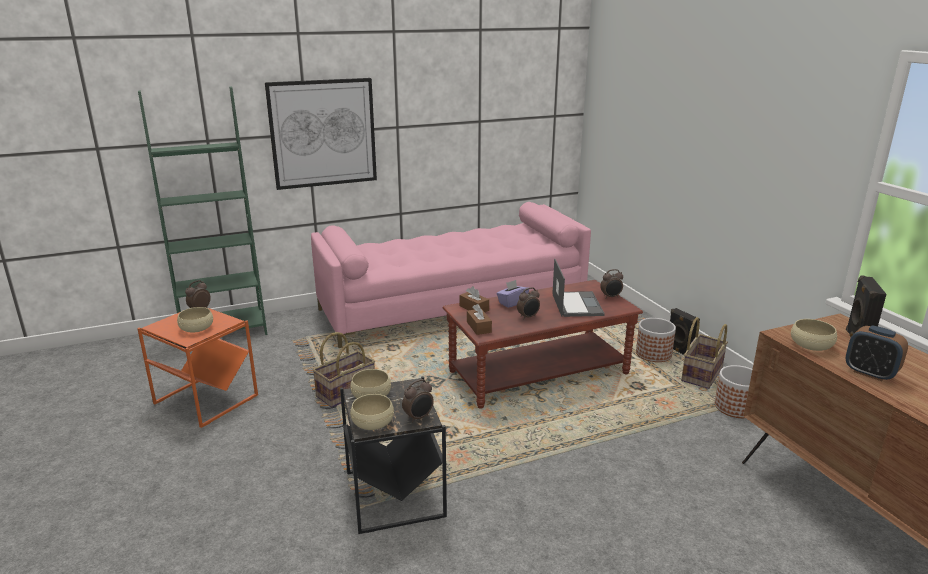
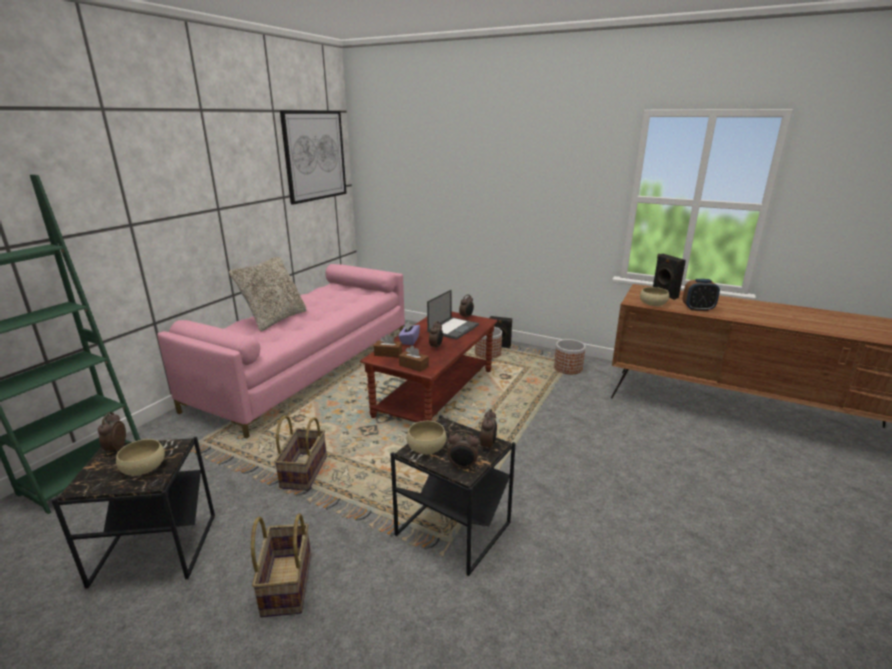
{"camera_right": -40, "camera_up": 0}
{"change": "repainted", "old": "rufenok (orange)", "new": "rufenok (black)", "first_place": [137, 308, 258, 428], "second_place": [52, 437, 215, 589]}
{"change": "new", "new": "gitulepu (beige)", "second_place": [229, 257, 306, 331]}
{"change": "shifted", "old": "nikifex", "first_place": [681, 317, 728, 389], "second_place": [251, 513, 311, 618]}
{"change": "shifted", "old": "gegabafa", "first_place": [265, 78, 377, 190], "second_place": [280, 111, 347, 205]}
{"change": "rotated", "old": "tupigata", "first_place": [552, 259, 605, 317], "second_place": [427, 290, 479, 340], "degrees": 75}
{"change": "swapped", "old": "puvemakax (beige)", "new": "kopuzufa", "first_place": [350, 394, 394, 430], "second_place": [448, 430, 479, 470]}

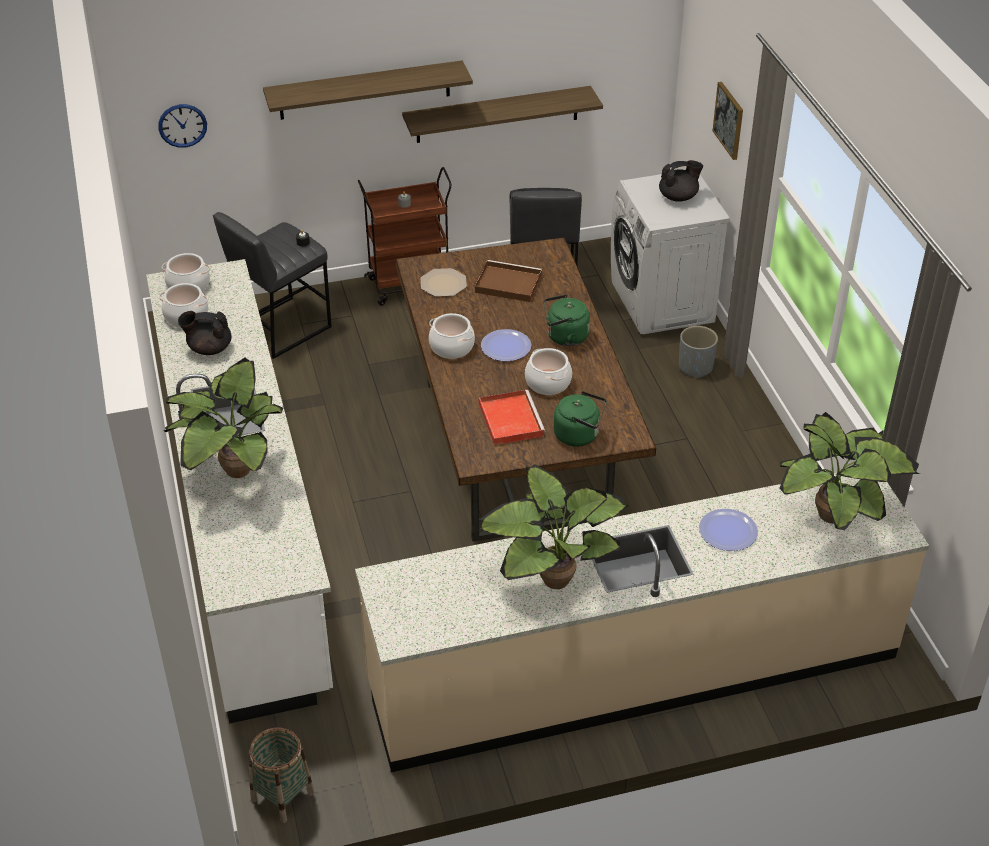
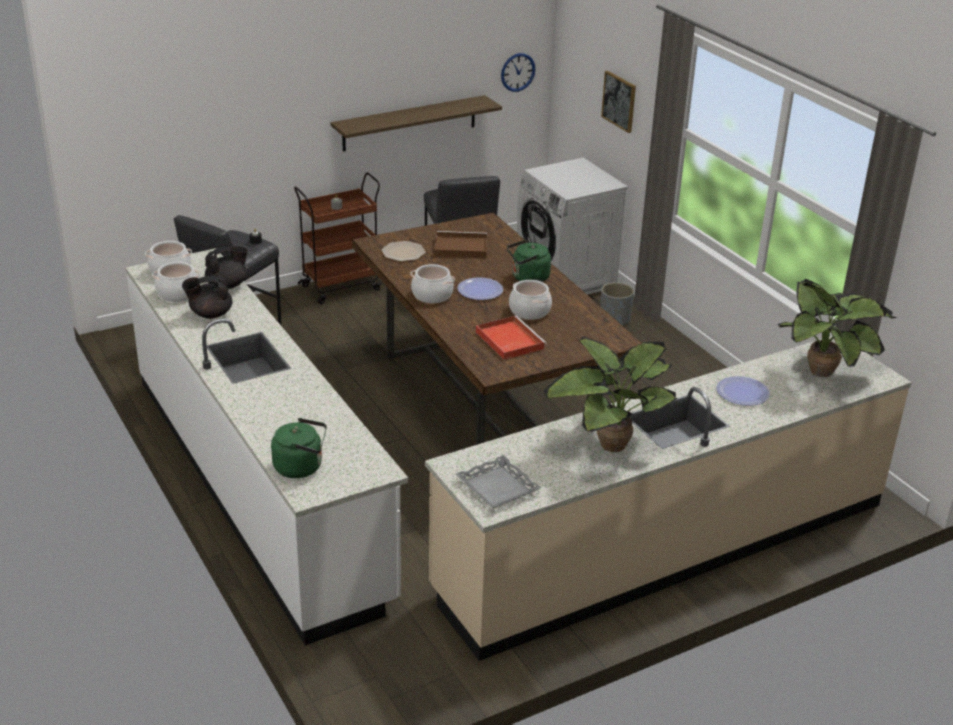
{"camera_right": -15, "camera_up": -10}
{"change": "shifted", "old": "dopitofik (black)", "first_place": [659, 160, 703, 202], "second_place": [205, 246, 248, 289]}
{"change": "shifted", "old": "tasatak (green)", "first_place": [554, 391, 607, 447], "second_place": [271, 418, 327, 478]}
{"change": "new", "new": "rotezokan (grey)", "second_place": [456, 455, 541, 508]}
{"change": "shifted", "old": "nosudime", "first_place": [158, 104, 207, 148], "second_place": [501, 53, 535, 92]}
{"change": "gone", "old": "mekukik", "first_place": [163, 357, 283, 478]}
{"change": "gone", "old": "nikifex", "first_place": [249, 728, 315, 823]}
{"change": "gone", "old": "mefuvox", "first_place": [263, 60, 473, 120]}

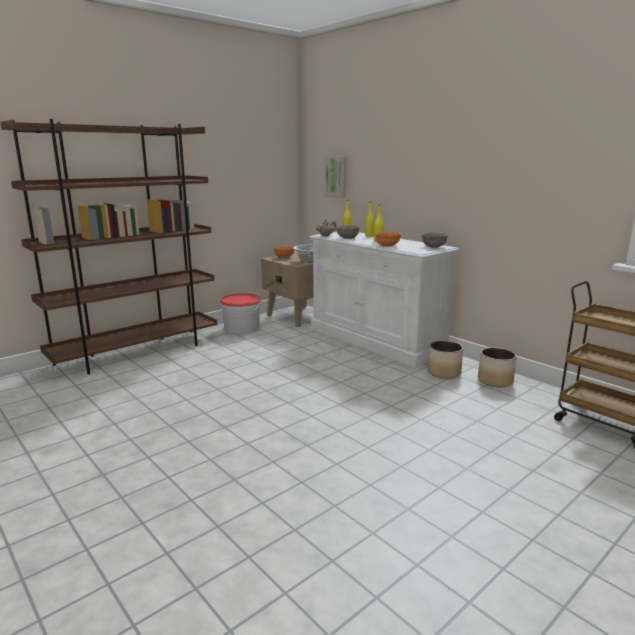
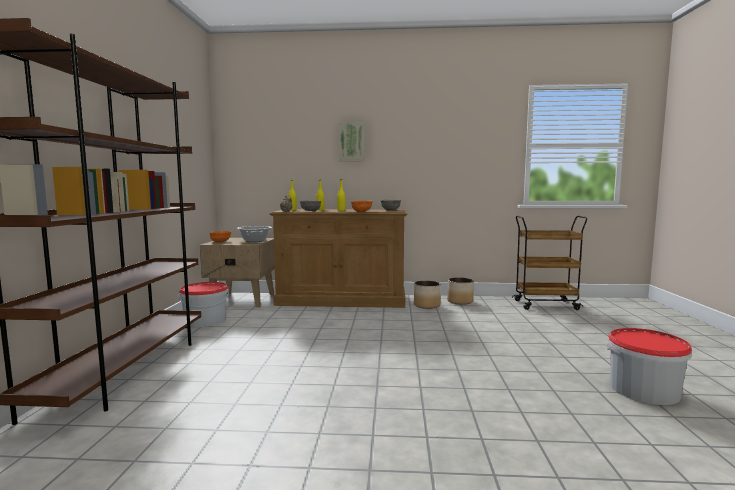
{"camera_right": -45, "camera_up": -10}
{"change": "repainted", "old": "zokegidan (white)", "new": "zokegidan (brown)", "first_place": [309, 232, 459, 368], "second_place": [269, 210, 407, 308]}
{"change": "shifted", "old": "gegabafa", "first_place": [325, 156, 347, 198], "second_place": [339, 122, 365, 161]}
{"change": "new", "new": "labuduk", "second_place": [607, 328, 692, 405]}

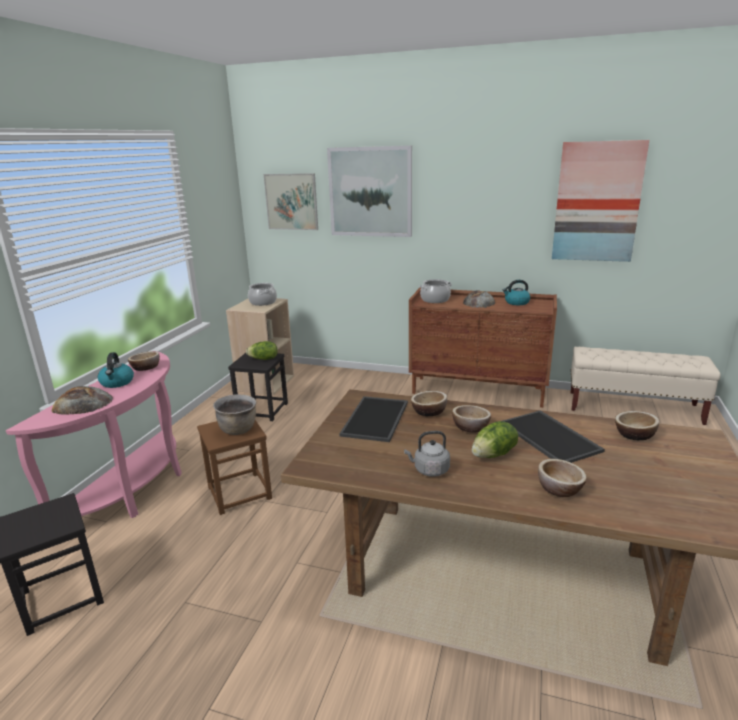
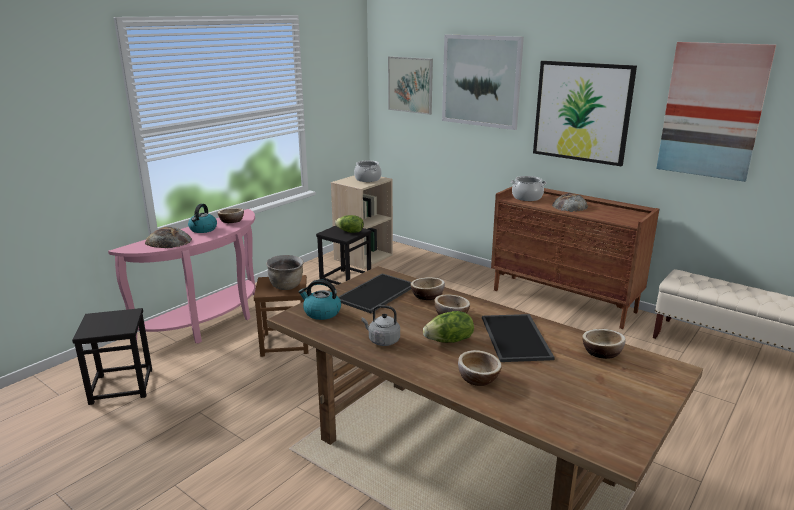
{"camera_right": 20, "camera_up": 0}
{"change": "shifted", "old": "tasatak", "first_place": [503, 280, 530, 305], "second_place": [298, 279, 341, 320]}
{"change": "new", "new": "gegabafa", "second_place": [533, 61, 637, 166]}

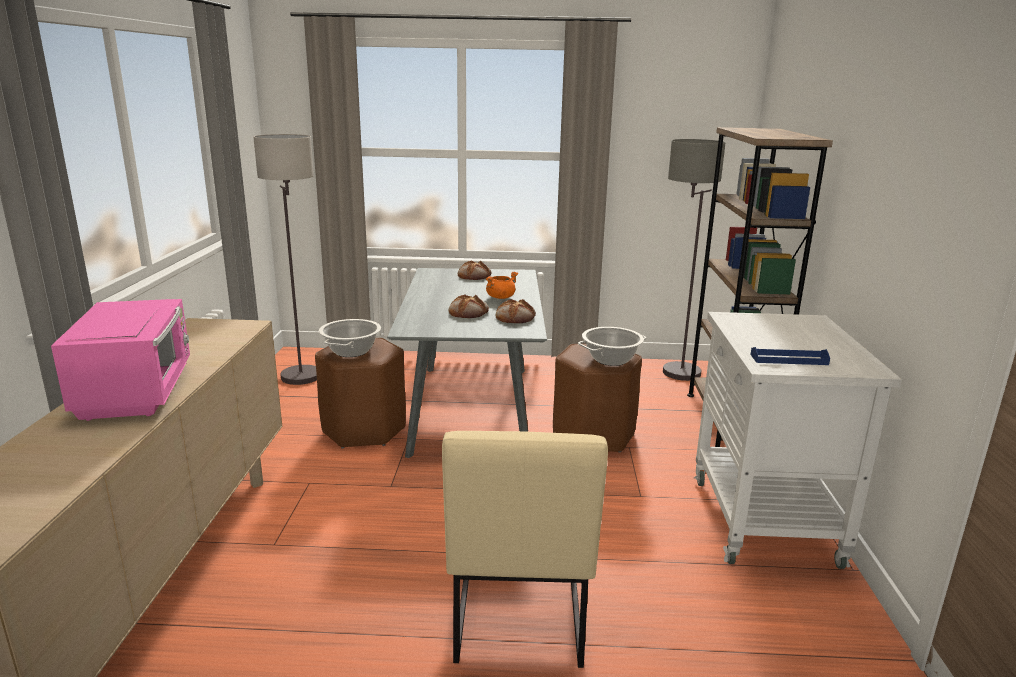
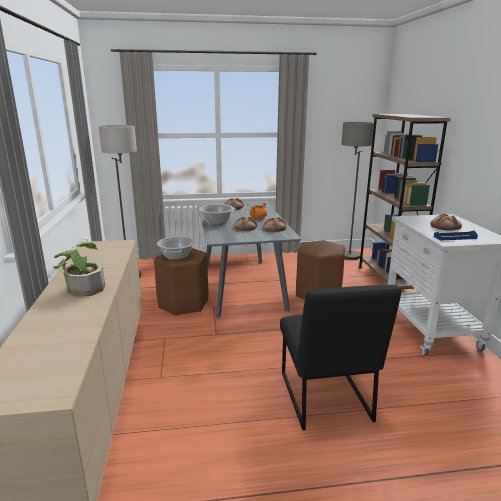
{"camera_right": -10, "camera_up": 0}
{"change": "swapped", "old": "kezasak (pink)", "new": "mekukik", "first_place": [51, 299, 190, 421], "second_place": [53, 243, 105, 297]}
{"change": "shifted", "old": "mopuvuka", "first_place": [578, 327, 646, 366], "second_place": [197, 204, 236, 225]}
{"change": "repainted", "old": "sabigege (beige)", "new": "sabigege (black)", "first_place": [442, 431, 608, 668], "second_place": [280, 285, 401, 430]}
{"change": "new", "new": "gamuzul", "second_place": [430, 214, 462, 231]}

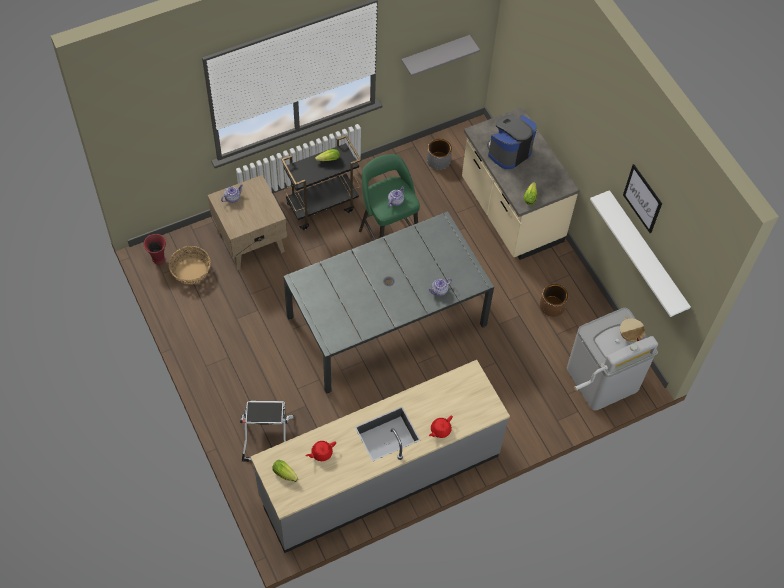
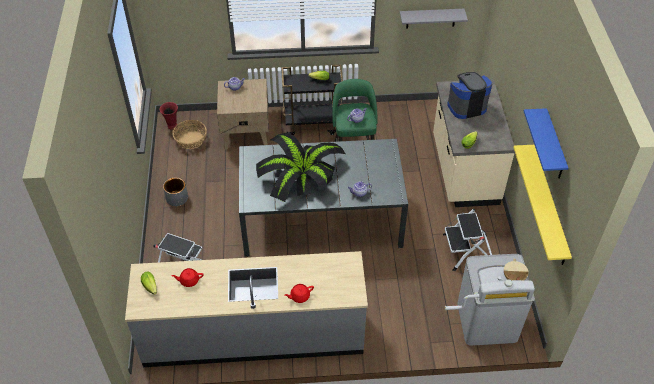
{"camera_right": 25, "camera_up": -10}
{"change": "shifted", "old": "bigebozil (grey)", "first_place": [427, 139, 452, 170], "second_place": [163, 177, 188, 206]}
{"change": "new", "new": "mekukik", "second_place": [256, 133, 346, 202]}
{"change": "swapped", "old": "bigebozil (brown)", "new": "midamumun", "first_place": [540, 284, 568, 317], "second_place": [443, 209, 492, 271]}
{"change": "repainted", "old": "mefuvox (white)", "new": "mefuvox (yellow)", "first_place": [590, 190, 691, 317], "second_place": [513, 145, 572, 265]}
{"change": "swapped", "old": "gegabafa", "new": "mefuvox (blue)", "first_place": [623, 164, 662, 233], "second_place": [524, 108, 568, 179]}

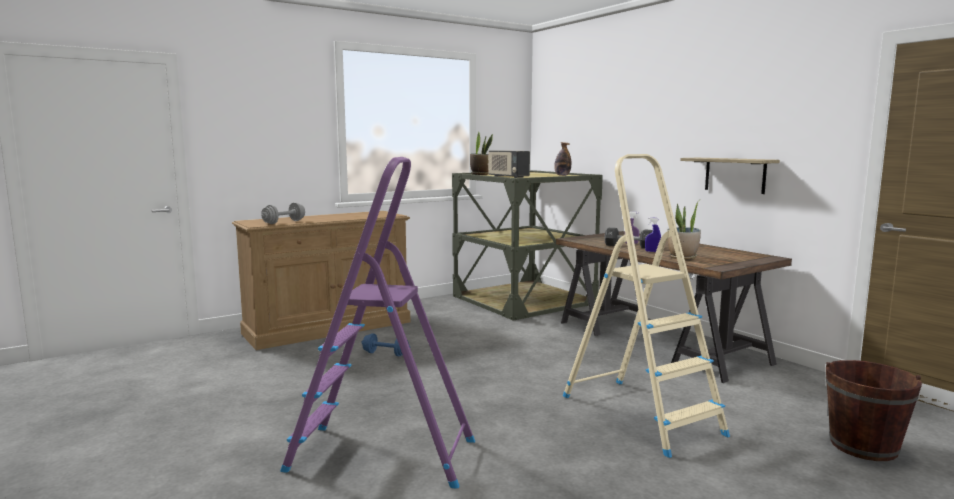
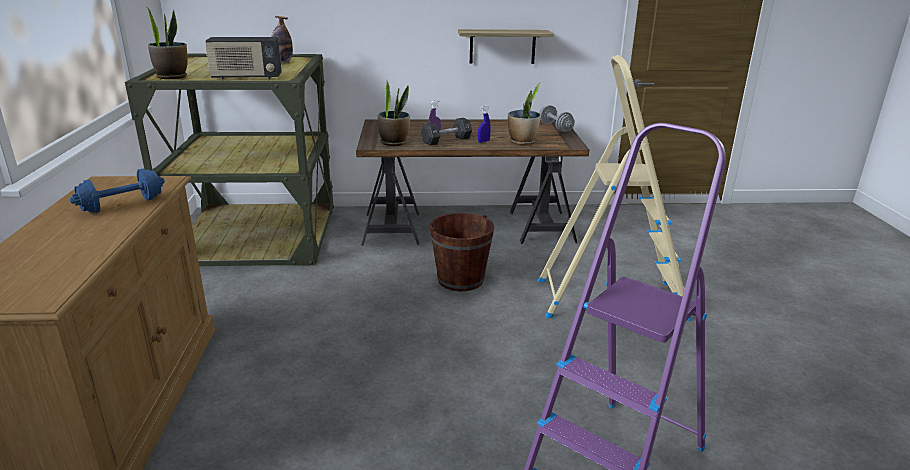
{"camera_right": -60, "camera_up": 15}
{"change": "shifted", "old": "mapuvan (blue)", "first_place": [361, 334, 410, 356], "second_place": [70, 168, 165, 213]}
{"change": "new", "new": "mekukik", "second_place": [378, 81, 410, 146]}
{"change": "shifted", "old": "labuduk (brown)", "first_place": [826, 360, 922, 461], "second_place": [430, 213, 494, 291]}
{"change": "shifted", "old": "mapuvan (grey)", "first_place": [261, 203, 305, 224], "second_place": [539, 105, 575, 132]}

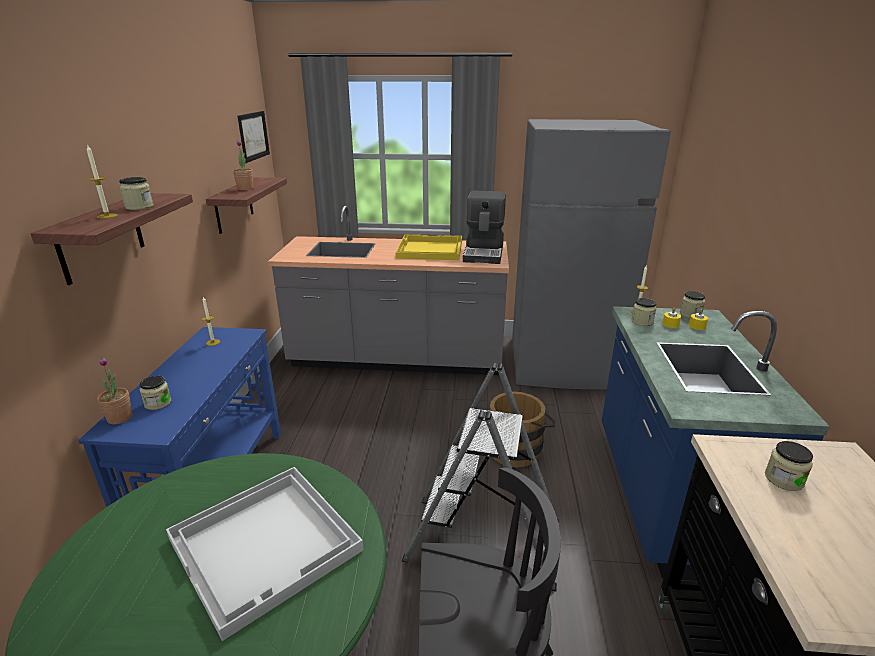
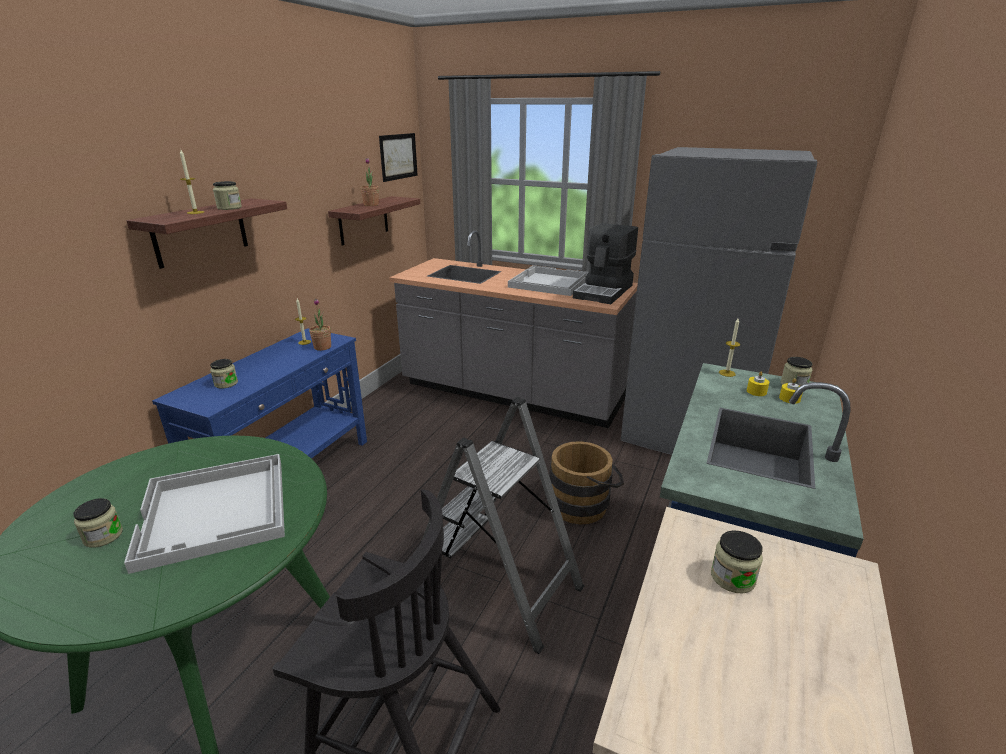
{"camera_right": 20, "camera_up": 0}
{"change": "shifted", "old": "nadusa", "first_place": [631, 298, 656, 326], "second_place": [74, 498, 123, 548]}
{"change": "shifted", "old": "mekukik", "first_place": [97, 357, 132, 424], "second_place": [309, 299, 331, 351]}
{"change": "repainted", "old": "rotezokan (yellow)", "new": "rotezokan (white)", "first_place": [395, 234, 462, 260], "second_place": [508, 265, 589, 296]}

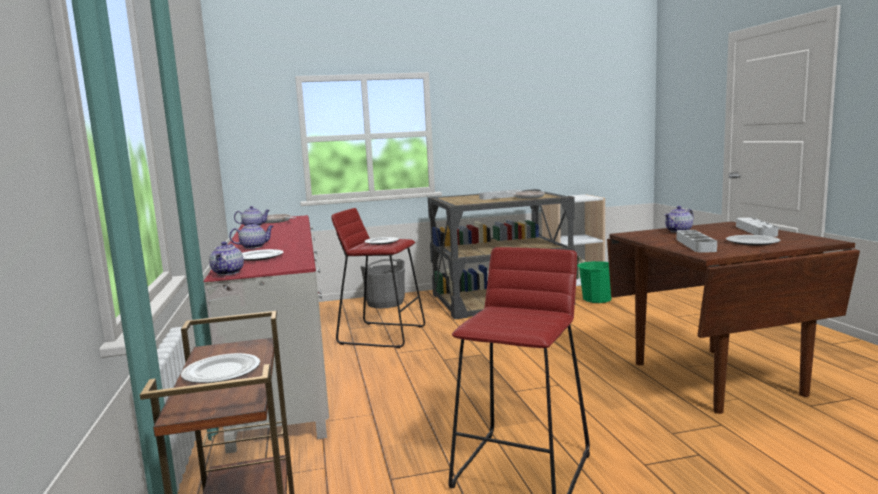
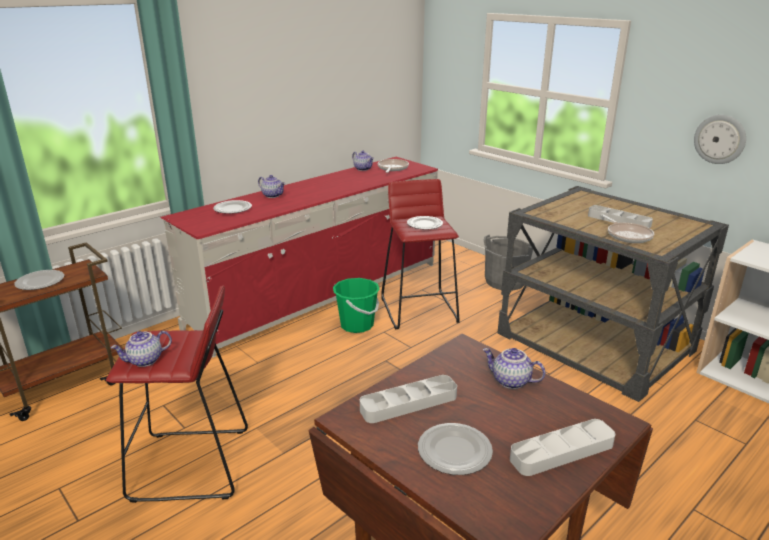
{"camera_right": 60, "camera_up": 15}
{"change": "shifted", "old": "dopitofik", "first_place": [209, 242, 244, 275], "second_place": [111, 331, 172, 367]}
{"change": "shifted", "old": "labuduk (green)", "first_place": [578, 261, 612, 303], "second_place": [333, 278, 380, 333]}
{"change": "new", "new": "nosudime", "second_place": [694, 115, 746, 164]}

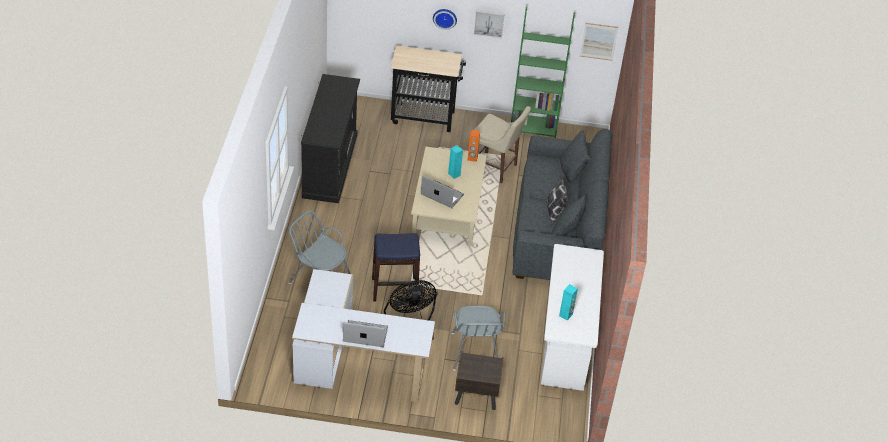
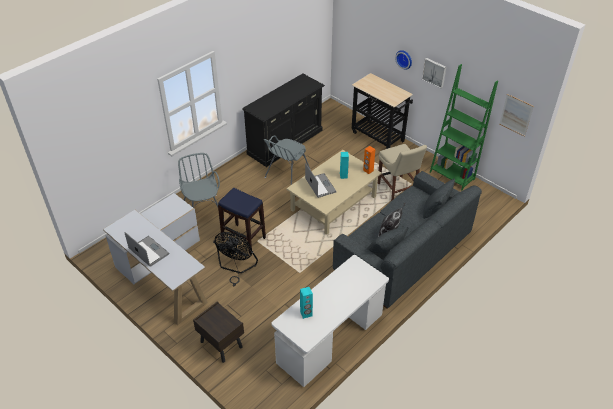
{"camera_right": 40, "camera_up": 0}
{"change": "shifted", "old": "sabigege (grey)", "first_place": [452, 306, 505, 371], "second_place": [264, 135, 310, 185]}

